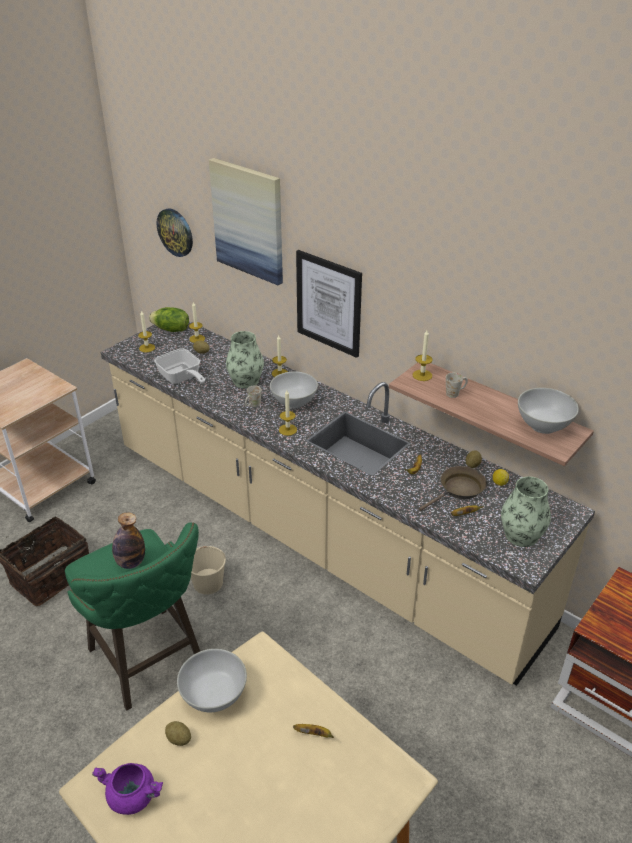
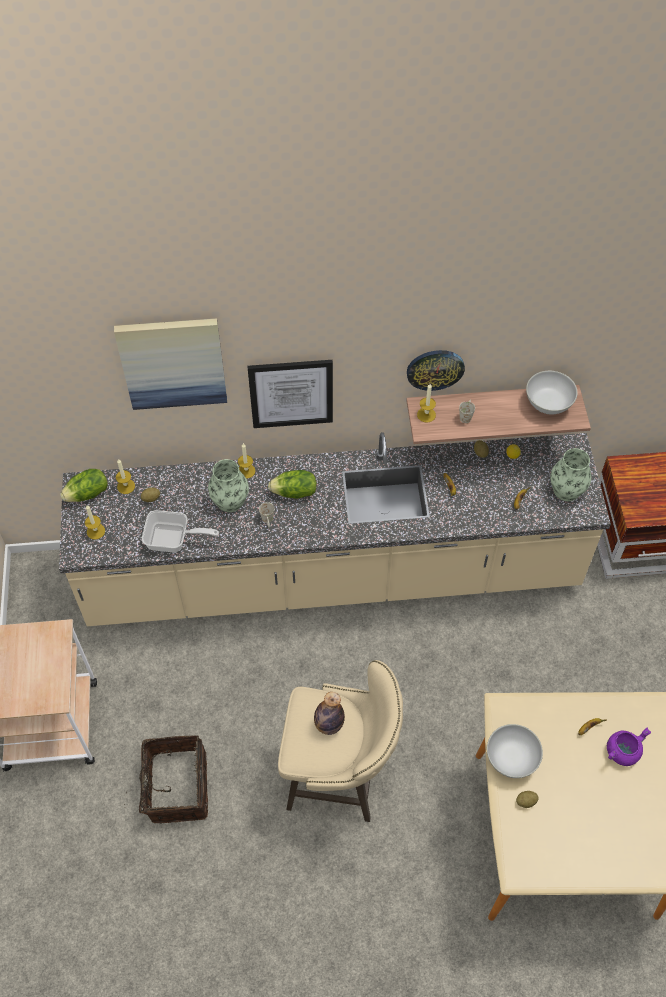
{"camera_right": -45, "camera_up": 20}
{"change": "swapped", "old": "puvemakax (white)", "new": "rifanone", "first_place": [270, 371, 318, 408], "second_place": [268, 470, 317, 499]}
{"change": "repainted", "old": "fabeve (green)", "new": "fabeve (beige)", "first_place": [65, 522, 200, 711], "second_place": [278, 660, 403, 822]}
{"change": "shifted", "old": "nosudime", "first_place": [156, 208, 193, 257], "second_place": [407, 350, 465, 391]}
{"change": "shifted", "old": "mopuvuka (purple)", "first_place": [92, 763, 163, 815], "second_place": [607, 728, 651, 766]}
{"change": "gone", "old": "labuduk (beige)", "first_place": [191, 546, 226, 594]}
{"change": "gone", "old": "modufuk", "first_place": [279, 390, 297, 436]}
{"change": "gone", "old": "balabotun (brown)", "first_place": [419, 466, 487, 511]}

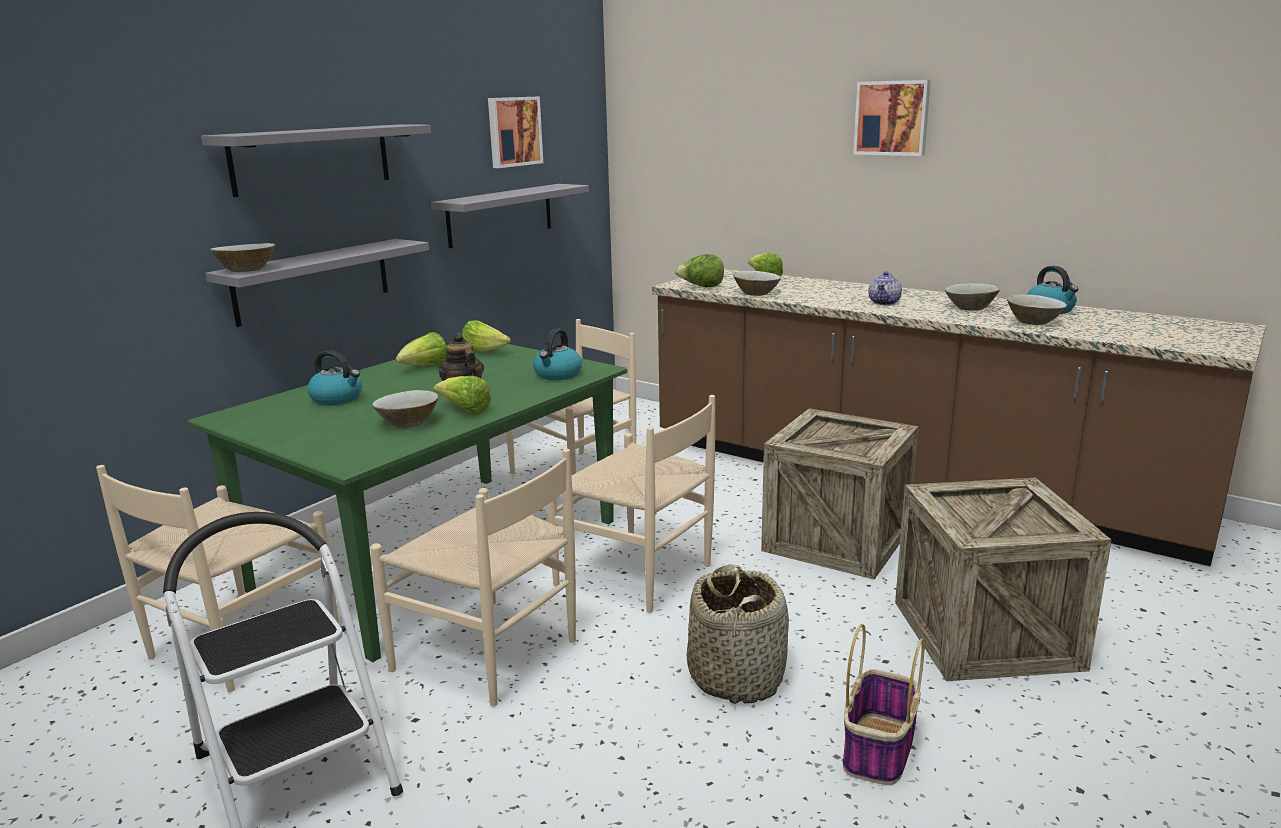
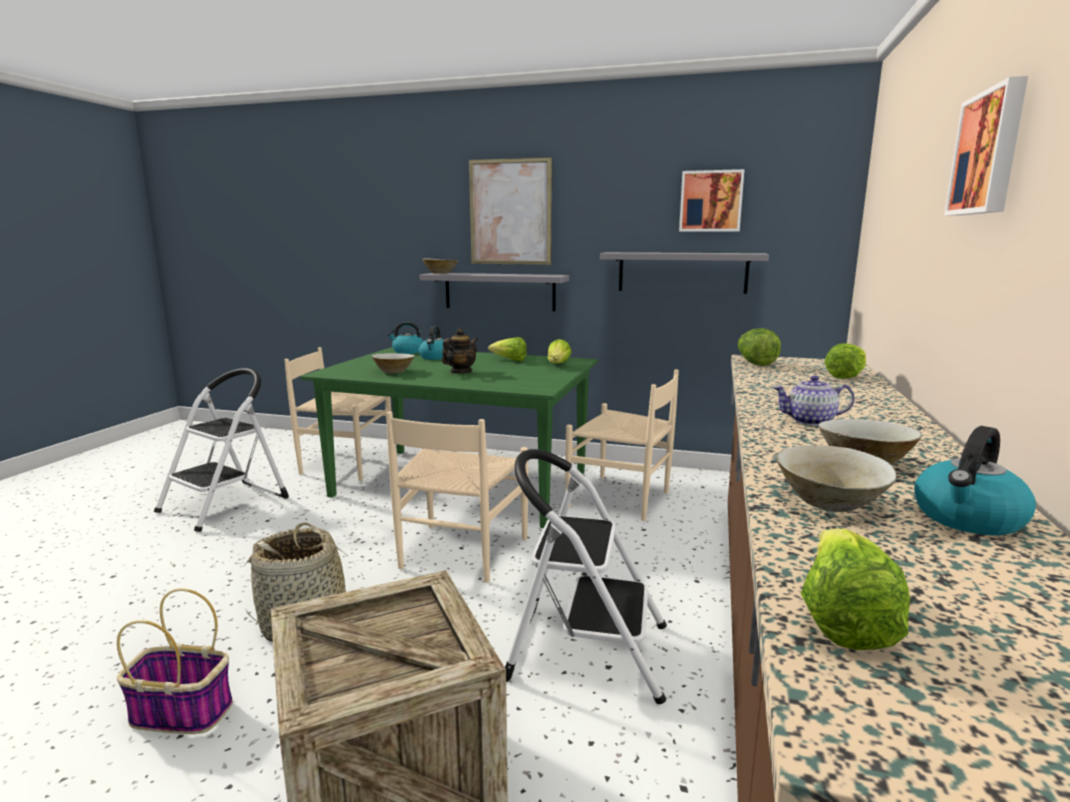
{"camera_right": 70, "camera_up": -5}
{"change": "shifted", "old": "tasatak", "first_place": [533, 329, 582, 380], "second_place": [387, 322, 423, 354]}
{"change": "swapped", "old": "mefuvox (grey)", "new": "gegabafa", "first_place": [201, 125, 431, 197], "second_place": [469, 157, 552, 265]}
{"change": "swapped", "old": "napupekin", "new": "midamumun", "first_place": [761, 408, 918, 580], "second_place": [505, 449, 667, 704]}
{"change": "shifted", "old": "rifanone", "first_place": [434, 376, 491, 415], "second_place": [801, 529, 910, 650]}
{"change": "gone", "old": "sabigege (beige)", "first_place": [370, 449, 576, 706]}
{"change": "gone", "old": "puvemakax (beige)", "first_place": [733, 271, 781, 296]}

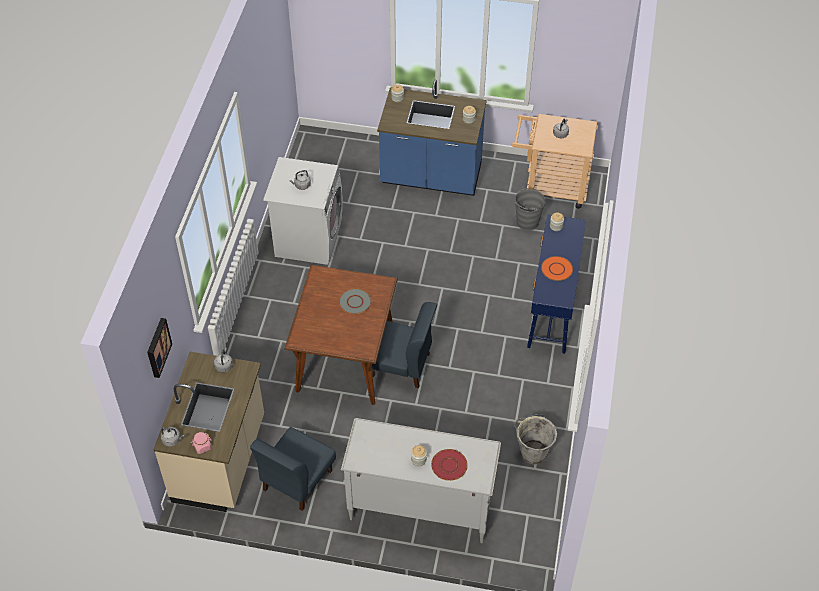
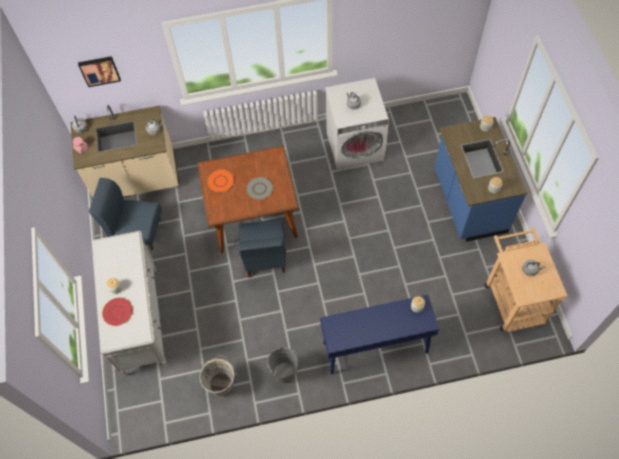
{"camera_right": 70, "camera_up": 10}
{"change": "shifted", "old": "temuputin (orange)", "first_place": [541, 256, 573, 281], "second_place": [207, 169, 234, 192]}
{"change": "shifted", "old": "labuduk (grey)", "first_place": [515, 186, 545, 231], "second_place": [267, 347, 298, 383]}

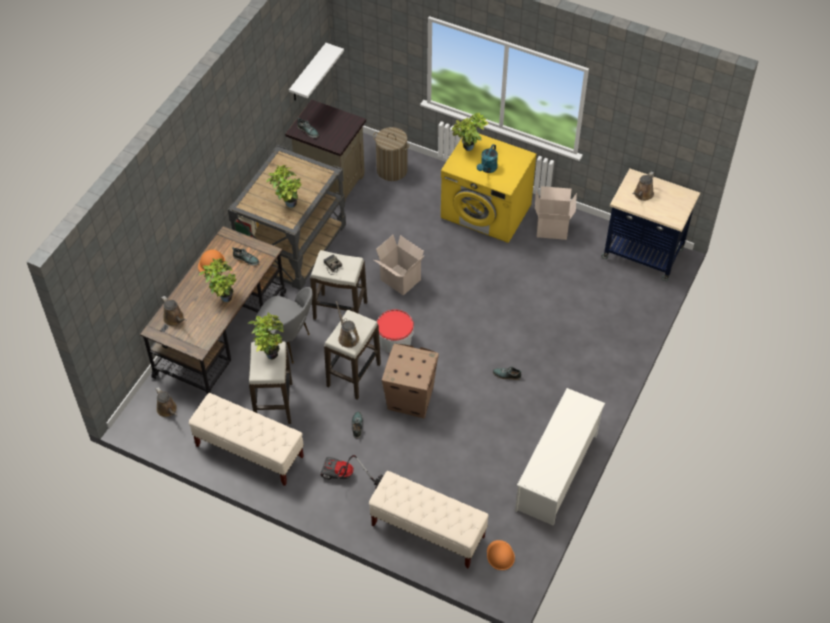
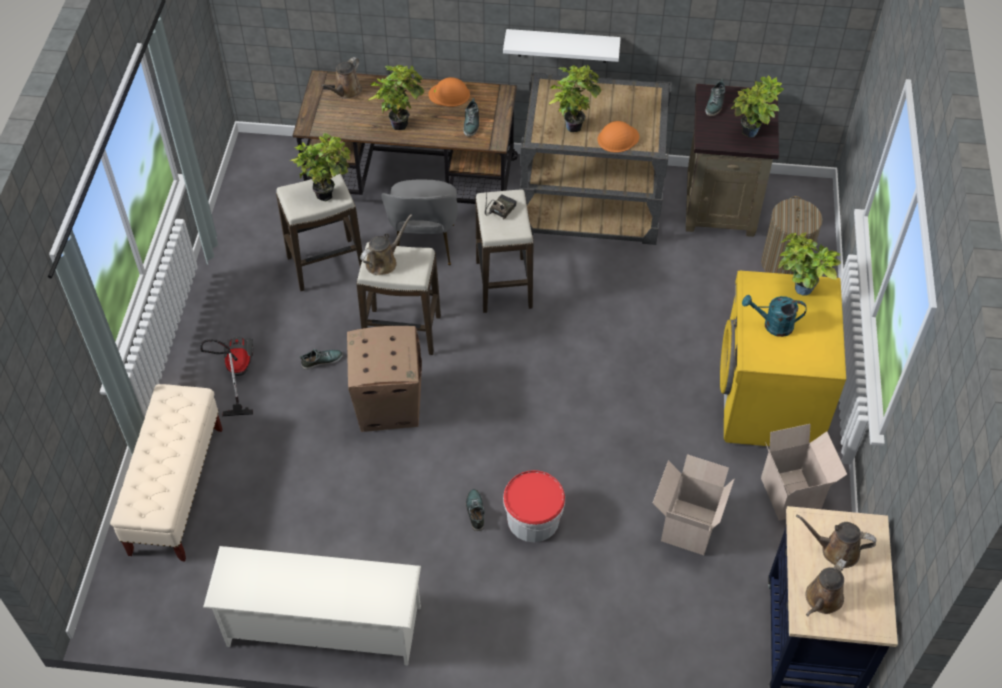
{"camera_right": 70, "camera_up": 0}
{"change": "shifted", "old": "mefuvox (white)", "first_place": [289, 43, 344, 100], "second_place": [503, 29, 621, 63]}
{"change": "shifted", "old": "labuduk", "first_place": [377, 309, 414, 353], "second_place": [503, 470, 565, 542]}
{"change": "shifted", "old": "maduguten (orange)", "first_place": [487, 540, 515, 570], "second_place": [597, 121, 639, 153]}
{"change": "shifted", "old": "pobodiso", "first_place": [374, 235, 424, 295], "second_place": [653, 454, 734, 555]}
{"change": "new", "new": "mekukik", "second_place": [731, 75, 784, 138]}
{"change": "shifted", "old": "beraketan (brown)", "first_place": [156, 387, 177, 417], "second_place": [806, 558, 847, 616]}
{"change": "gone", "old": "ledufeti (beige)", "first_place": [189, 393, 304, 486]}

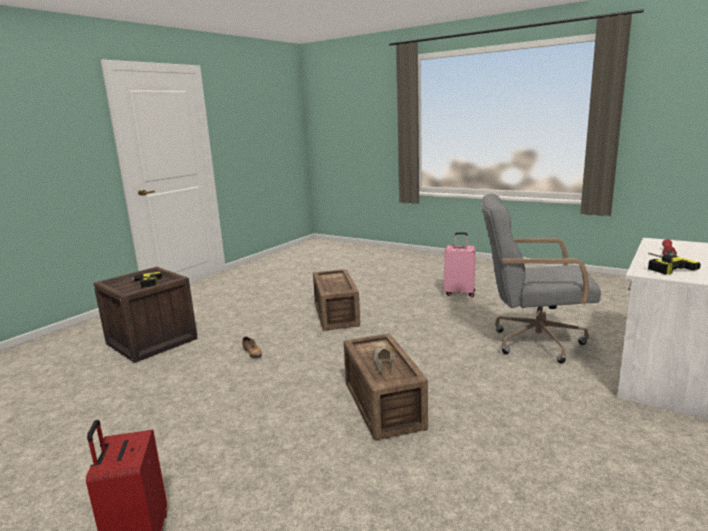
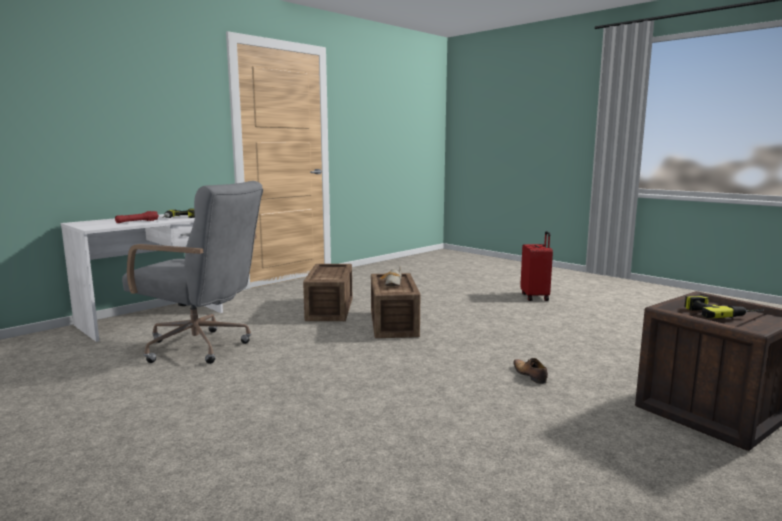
{"camera_right": -170, "camera_up": -5}
{"change": "shifted", "old": "napupekin", "first_place": [313, 269, 360, 331], "second_place": [303, 264, 352, 321]}
{"change": "gone", "old": "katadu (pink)", "first_place": [444, 232, 476, 297]}

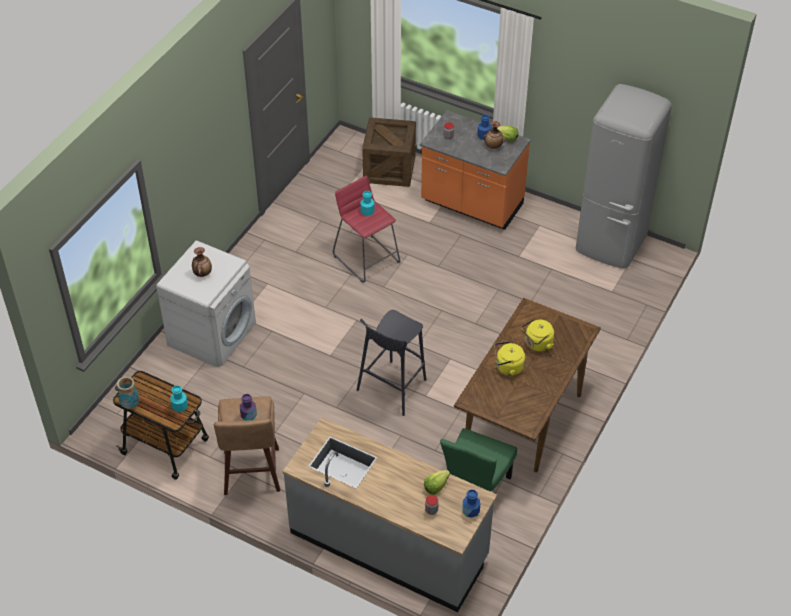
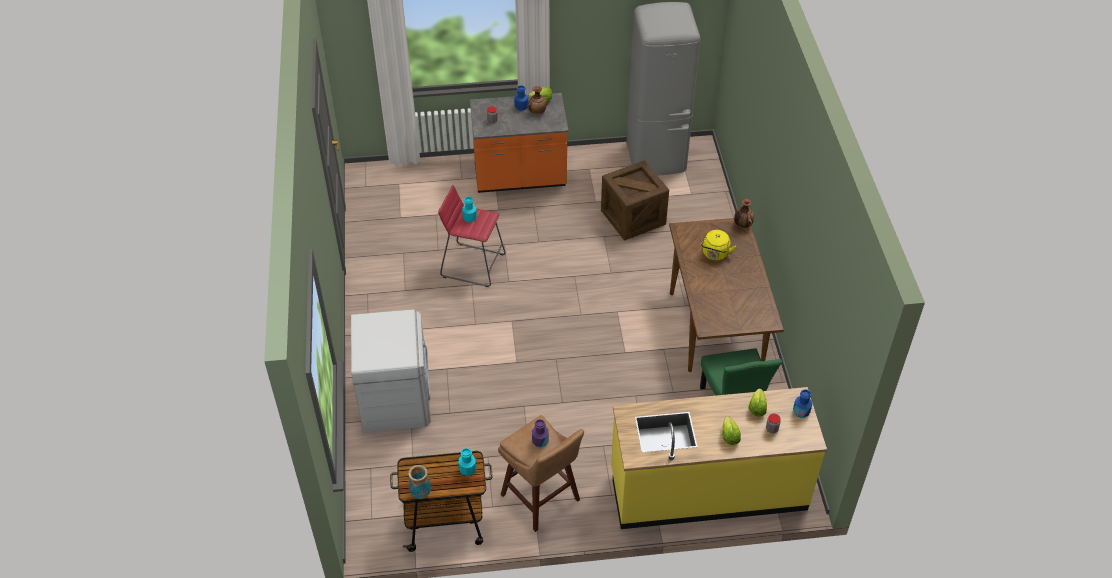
{"camera_right": -35, "camera_up": 0}
{"change": "shifted", "old": "napupekin", "first_place": [362, 117, 416, 187], "second_place": [601, 161, 669, 240]}
{"change": "repainted", "old": "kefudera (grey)", "new": "kefudera (yellow)", "first_place": [282, 417, 497, 612], "second_place": [611, 387, 827, 529]}
{"change": "new", "new": "rifanone", "second_place": [722, 416, 741, 445]}
{"change": "shifted", "old": "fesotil", "first_place": [192, 247, 212, 277], "second_place": [734, 198, 754, 228]}
{"change": "gone", "old": "fabeve (grey)", "first_place": [357, 310, 426, 416]}
{"change": "gone", "old": "tasatak (yellow)", "first_place": [494, 341, 525, 376]}

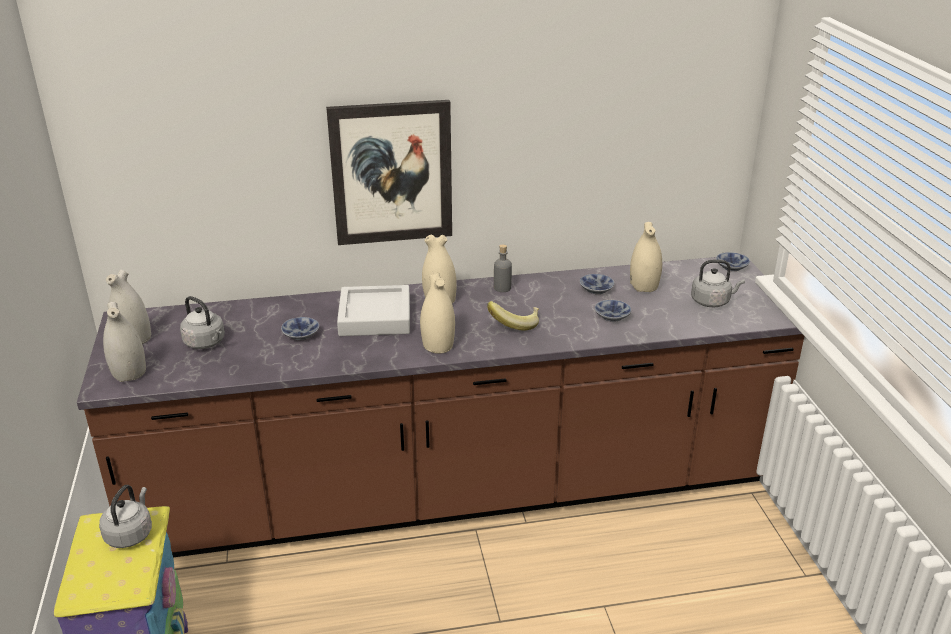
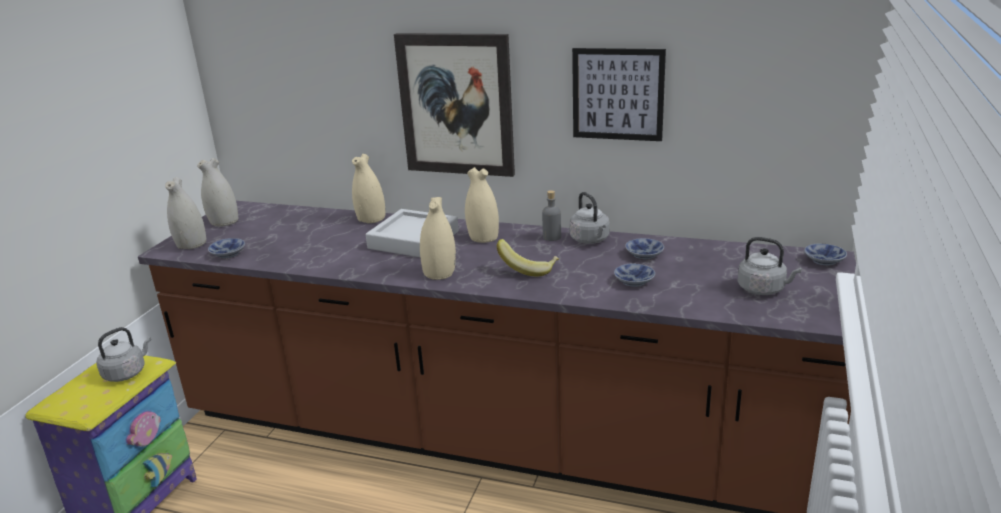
{"camera_right": 30, "camera_up": -5}
{"change": "shifted", "old": "puvemakax", "first_place": [281, 317, 319, 340], "second_place": [208, 238, 245, 259]}
{"change": "shifted", "old": "fesotil (beige)", "first_place": [630, 222, 662, 292], "second_place": [352, 154, 386, 223]}
{"change": "shifted", "old": "tasatak (grey)", "first_place": [180, 296, 225, 349], "second_place": [569, 192, 610, 244]}
{"change": "new", "new": "gegabafa", "second_place": [572, 48, 666, 141]}

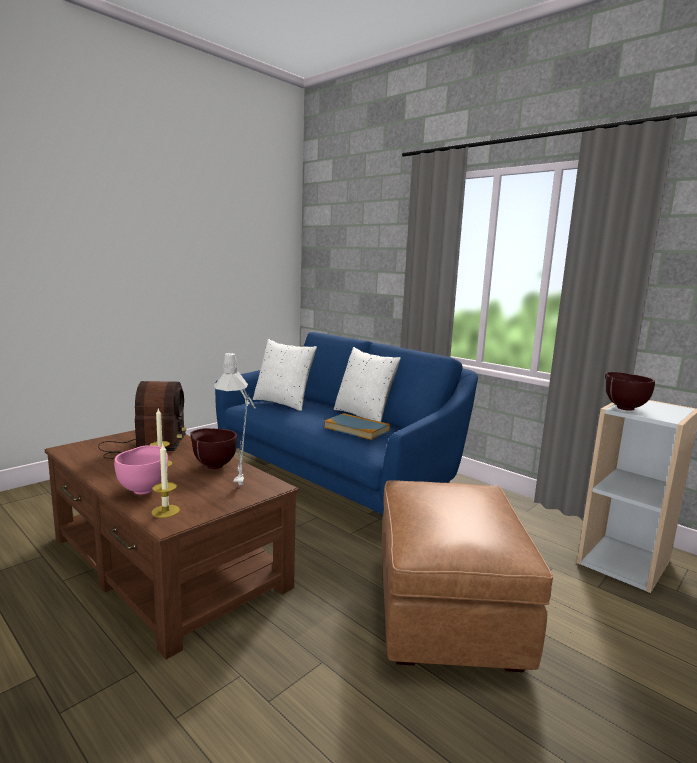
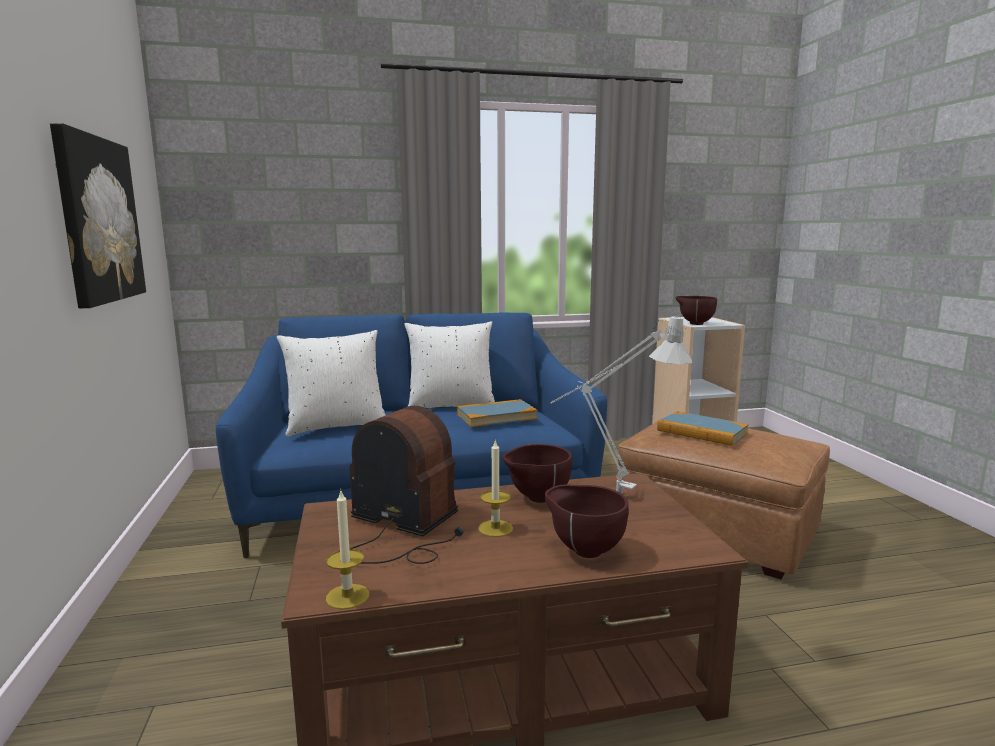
{"camera_right": -55, "camera_up": 0}
{"change": "new", "new": "gegabafa", "second_place": [50, 123, 146, 308]}
{"change": "shifted", "old": "modufuk", "first_place": [152, 444, 180, 518], "second_place": [326, 491, 369, 610]}
{"change": "repainted", "old": "puvemakax (pink)", "new": "puvemakax (brown)", "first_place": [114, 445, 168, 495], "second_place": [545, 485, 629, 558]}
{"change": "new", "new": "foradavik", "second_place": [657, 411, 749, 446]}

